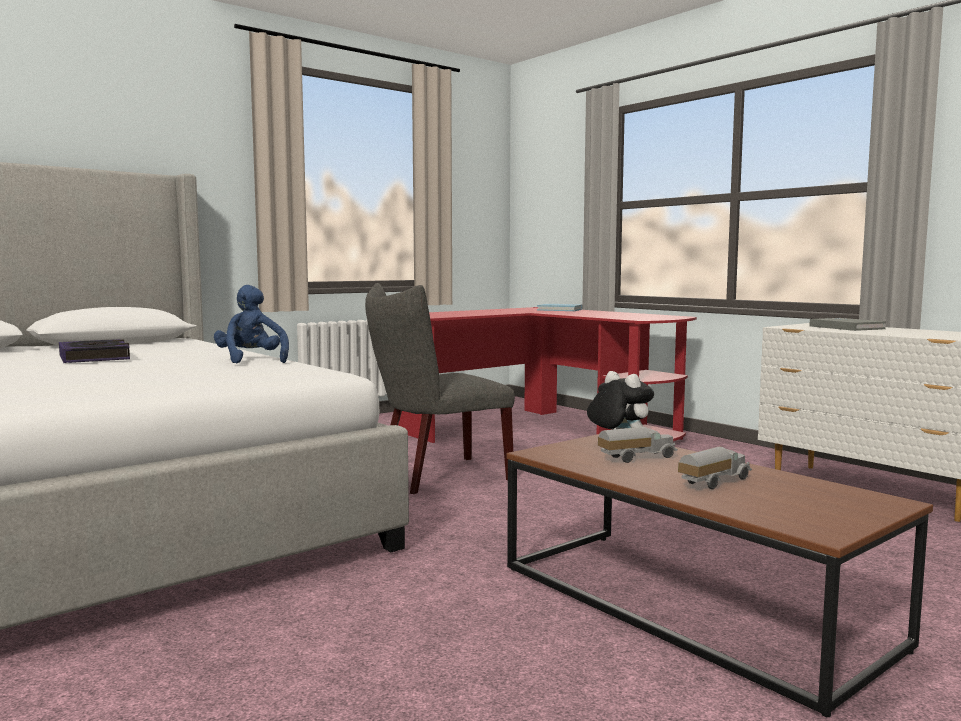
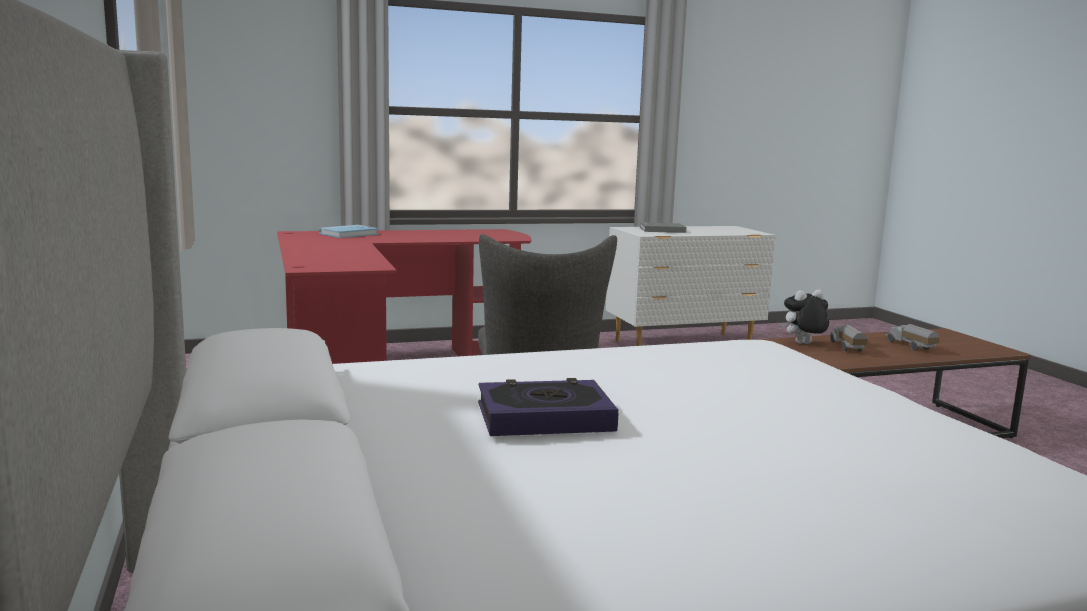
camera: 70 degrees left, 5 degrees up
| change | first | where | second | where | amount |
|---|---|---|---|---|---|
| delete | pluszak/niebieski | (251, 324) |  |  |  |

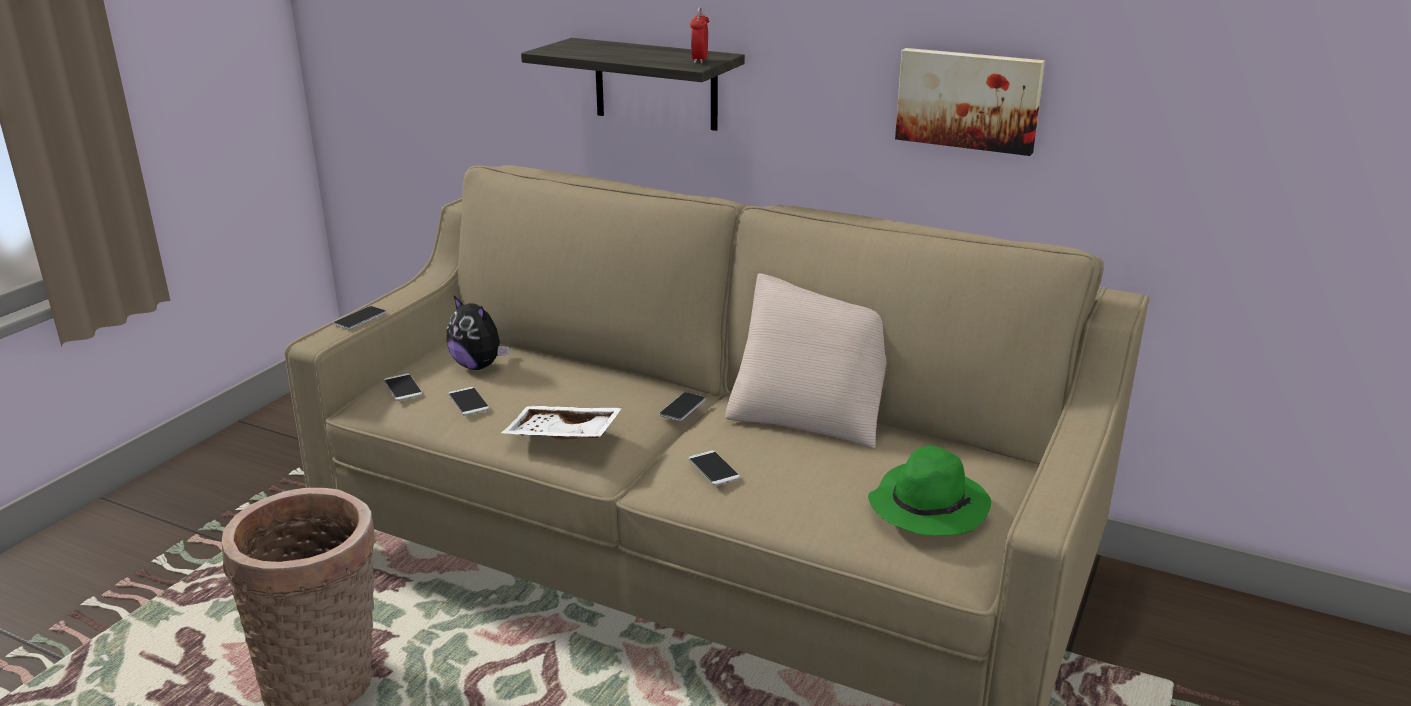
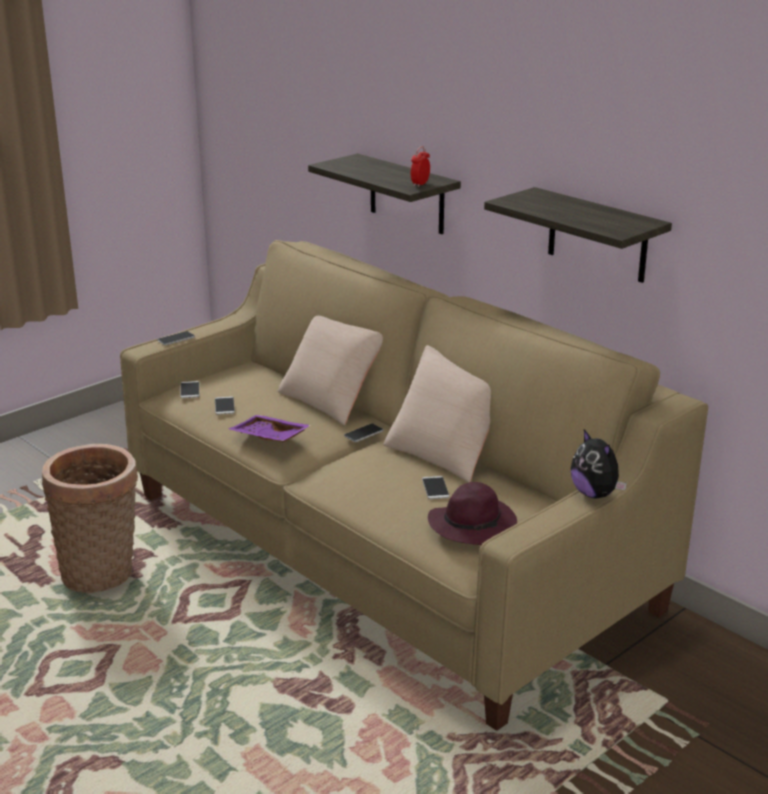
camera: 20 degrees right, 0 degrees up
| change | first | where | second | where | amount |
|---|---|---|---|---|---|
| replace | obraz | (970, 102) | półka | (578, 235) |  |
| move | pluszak | (477, 333) |  | (599, 464) |  |
| recolor | taca/biały | (561, 423) | taca/fioletowy | (270, 428) |  |
| recolor | kapelusz/zielony | (929, 491) | kapelusz/fioletowy | (472, 513) |  |
| move | telefon | (714, 468) |  | (436, 487) |  |
| insert |  |  | poduszka/beżowy | (330, 370) |  |

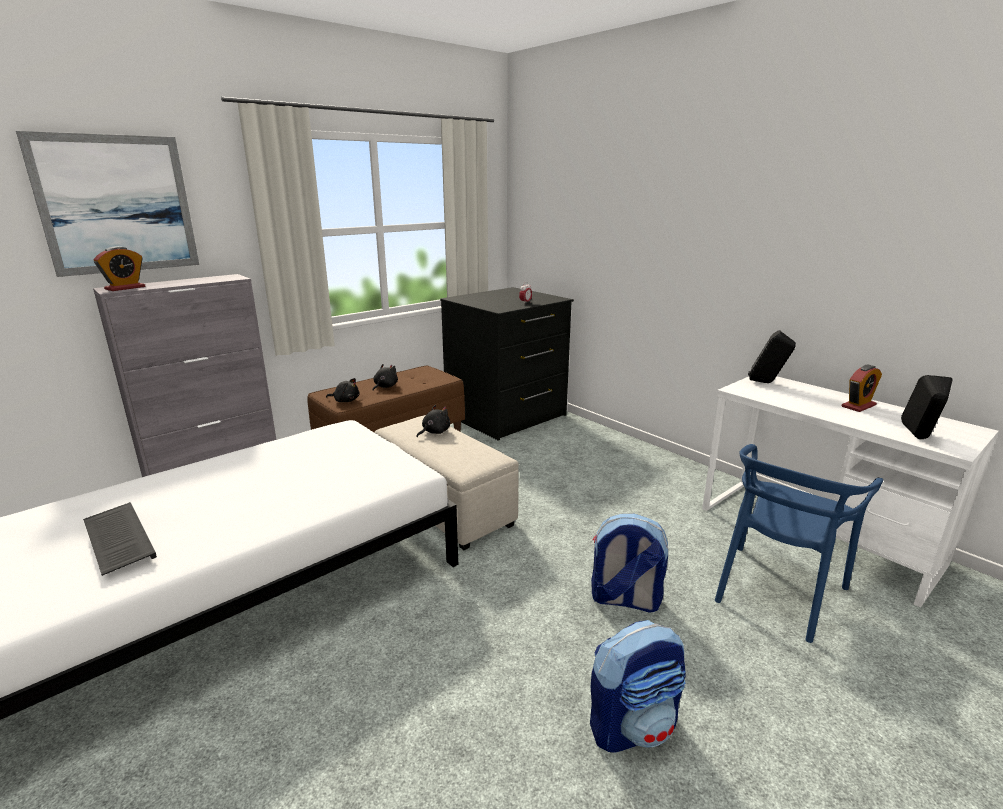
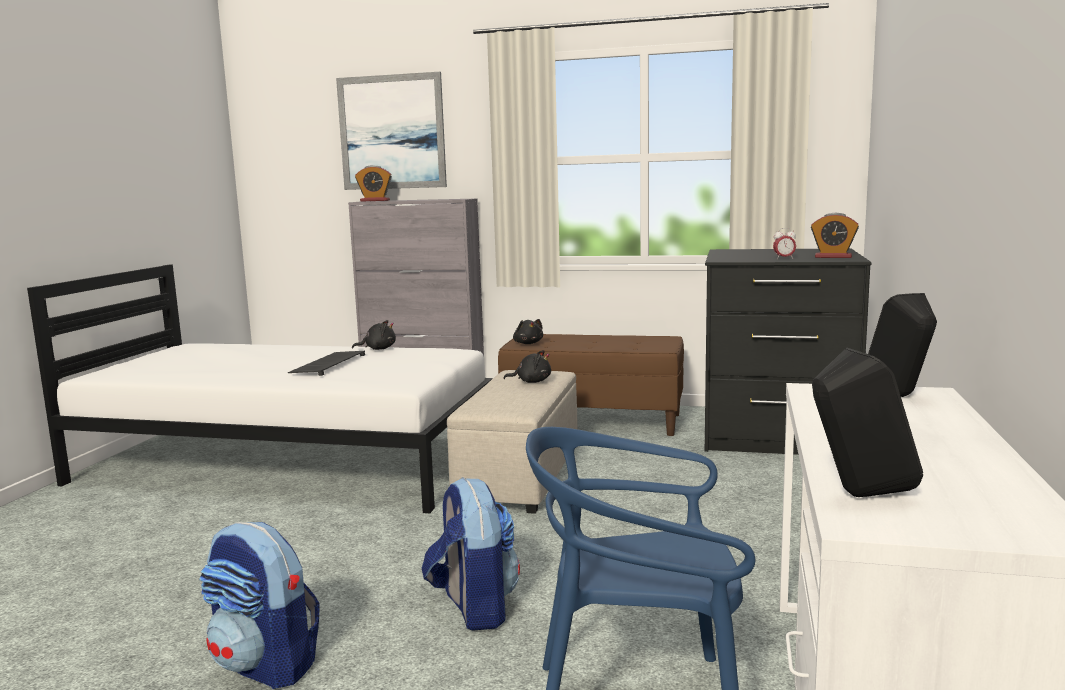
camera: 55 degrees right, 10 degrees down
| change | first | where | second | where | amount |
|---|---|---|---|---|---|
| move | pluszak/czarny | (385, 377) |  | (374, 335) |  |
| move | budzik | (862, 388) |  | (835, 235) |  |
| move | klawiatura | (120, 539) |  | (326, 363) |  |

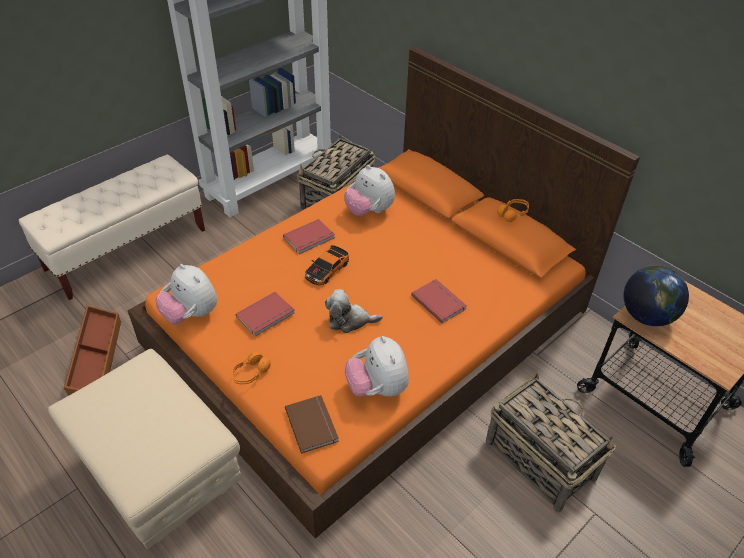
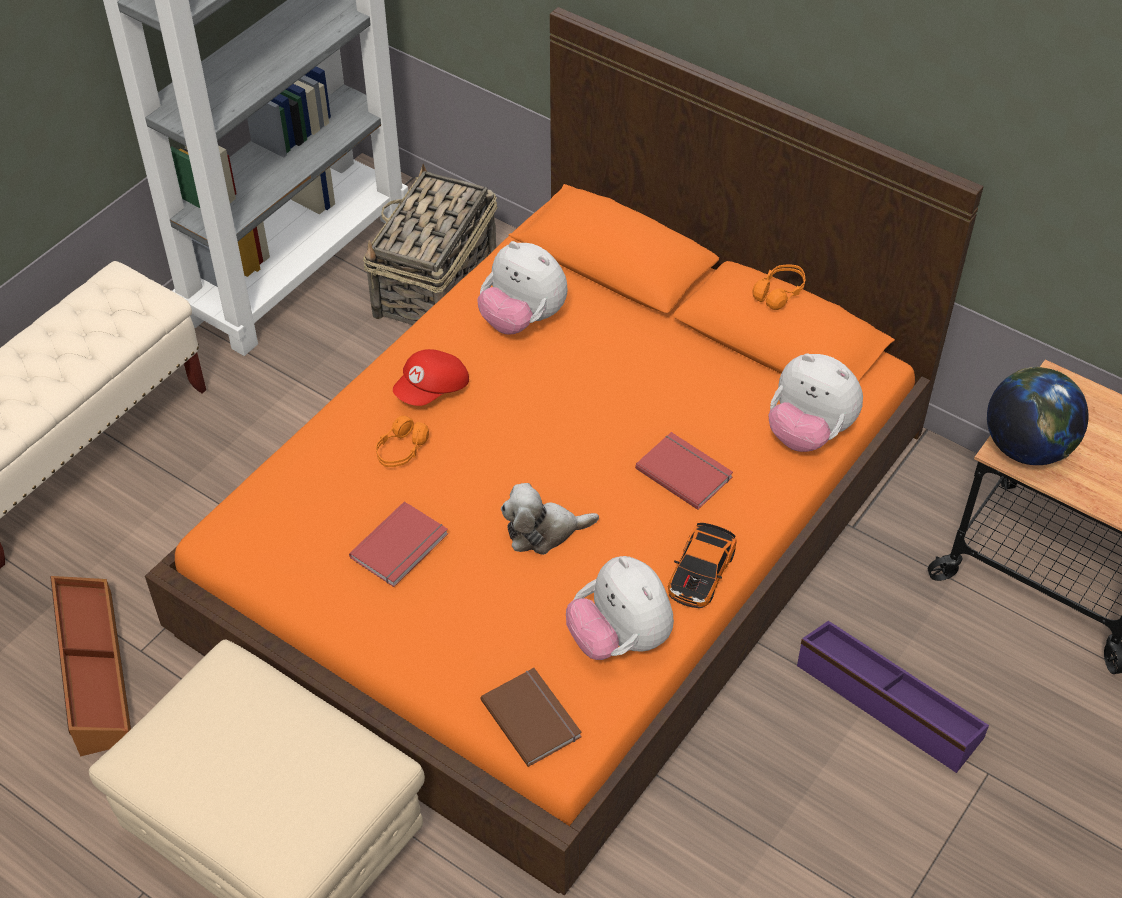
camera: 10 degrees left, 5 degrees up
| change | first | where | second | where | amount |
|---|---|---|---|---|---|
| replace | książka/czerwony | (309, 236) | czapka z daszkiem/czerwony | (431, 377) |  |
| move | samochodzik | (327, 265) |  | (702, 565) |  |
| move | pluszak | (186, 294) |  | (816, 403) |  |
| move | słuchawki/pomarańczowy | (251, 367) |  | (402, 441) |  |
| replace | koszyk | (551, 442) | pojemnik do przechowywania/fioletowy | (893, 697) |  |

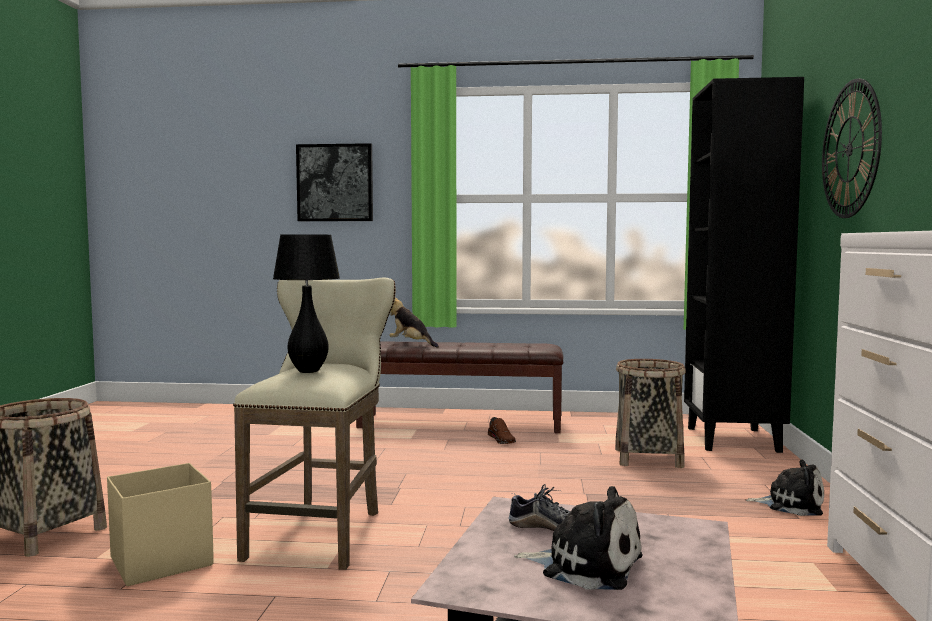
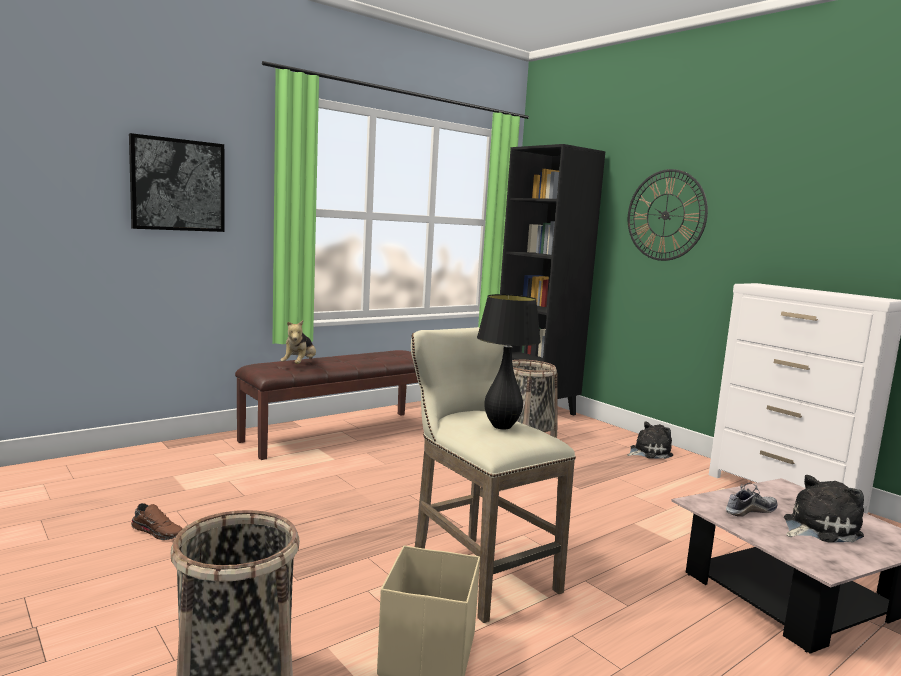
camera: 45 degrees left, 5 degrees up
| change | first | where | second | where | amount |
|---|---|---|---|---|---|
| rotate | pluszak | (414, 322) |  | (298, 342) | 75 degrees counterclockwise |
| move | but/brązowy | (502, 430) |  | (157, 521) |  |

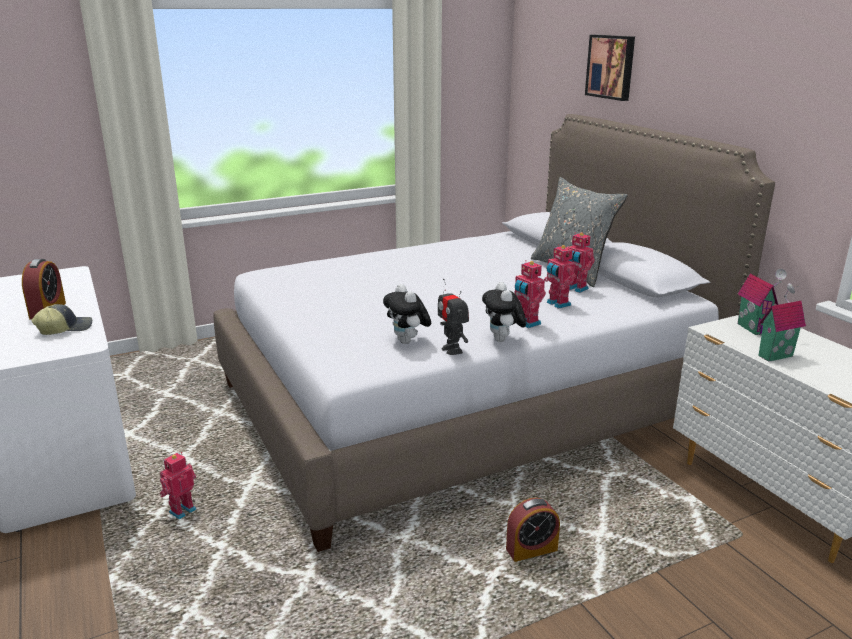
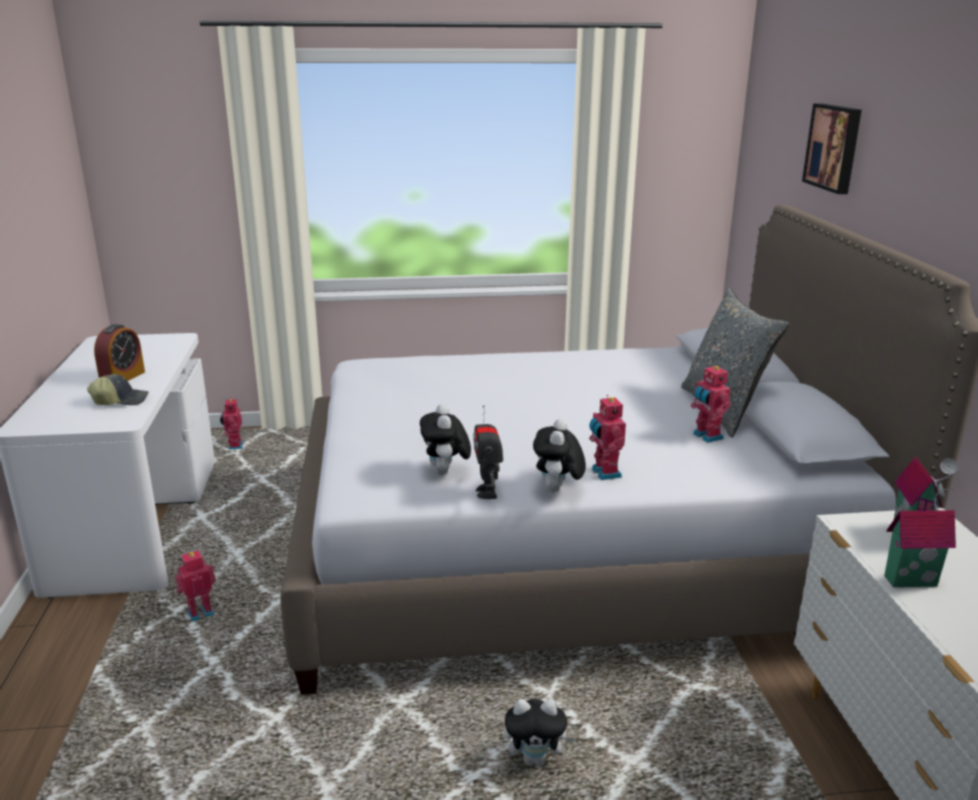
camera: 20 degrees right, 0 degrees up
| change | first | where | second | where | amount |
|---|---|---|---|---|---|
| move | robot zabawkowy | (560, 276) |  | (232, 423) |  |
| replace | budzik | (533, 530) | pluszak | (539, 732) |  |

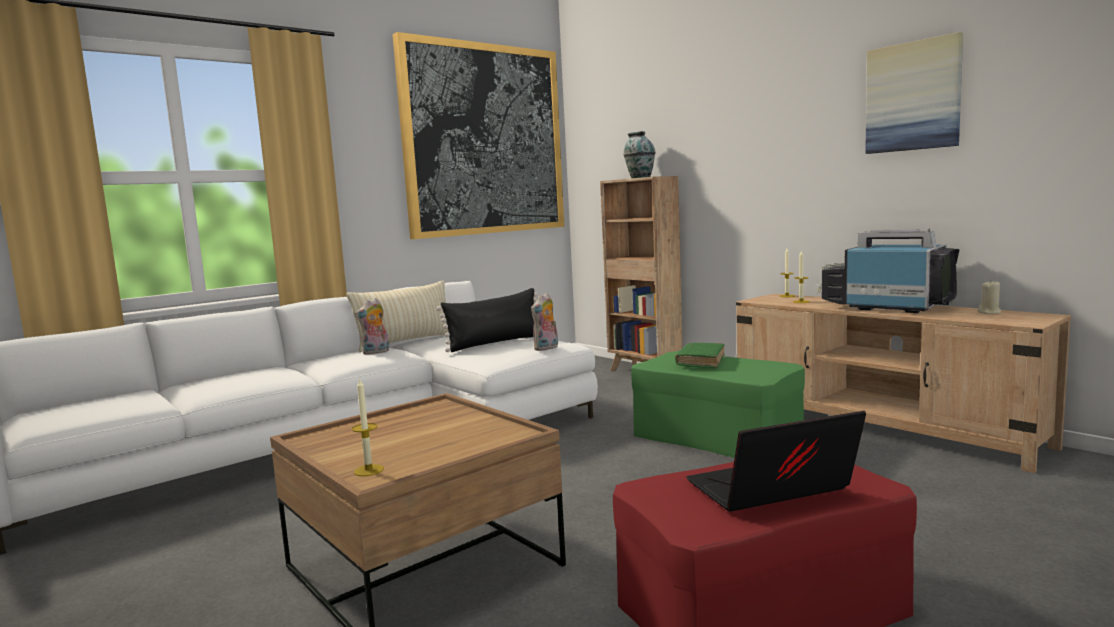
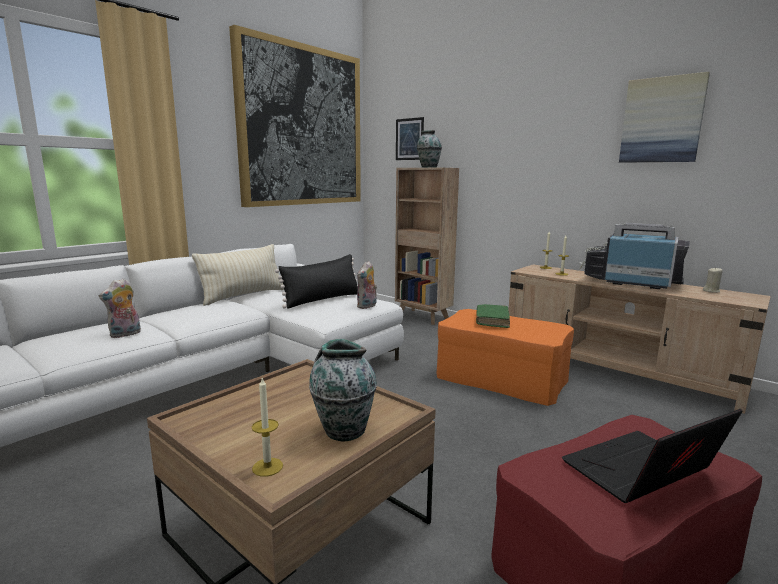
camera: 10 degrees left, 5 degrees up
| change | first | where | second | where | amount |
|---|---|---|---|---|---|
| move | pluszak | (372, 326) |  | (120, 308) |  |
| recolor | pufa/zielony | (718, 404) | pufa/pomarańczowy | (505, 357) |  |
| insert |  |  | obraz | (410, 138) |  |
| insert |  |  | wazon | (343, 390) |  |

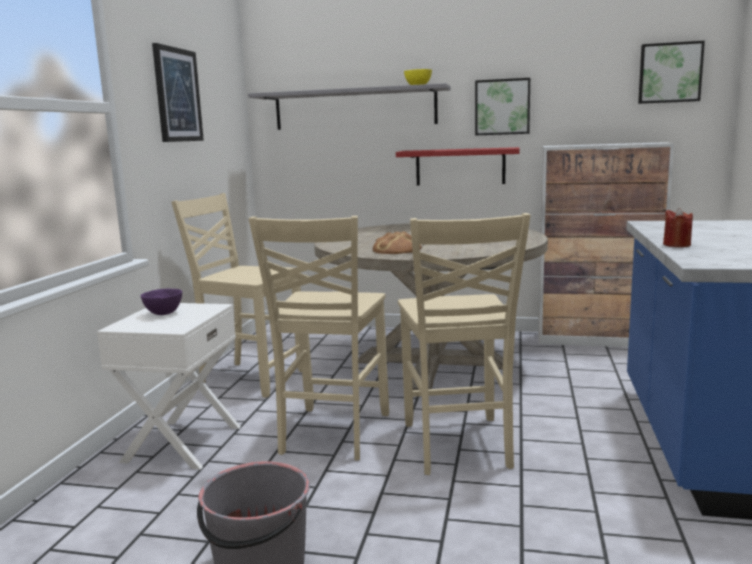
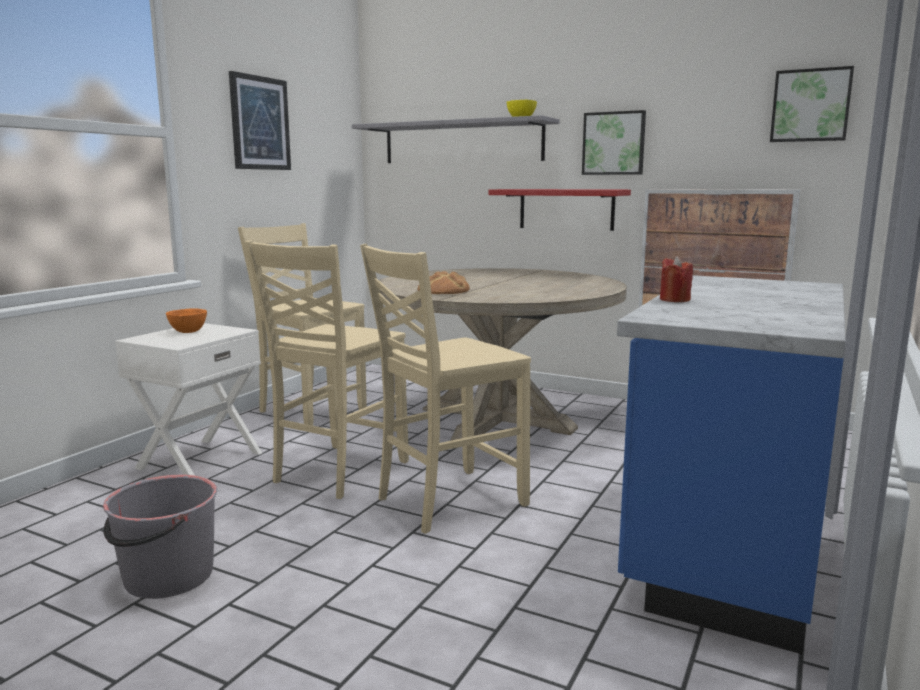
camera: 15 degrees right, 0 degrees up
| change | first | where | second | where | amount |
|---|---|---|---|---|---|
| rotate | krzesło/beżowy | (464, 344) |  | (445, 389) | 45 degrees clockwise |
| recolor | miska/fioletowy | (161, 302) | miska/pomarańczowy | (186, 321) |  |

